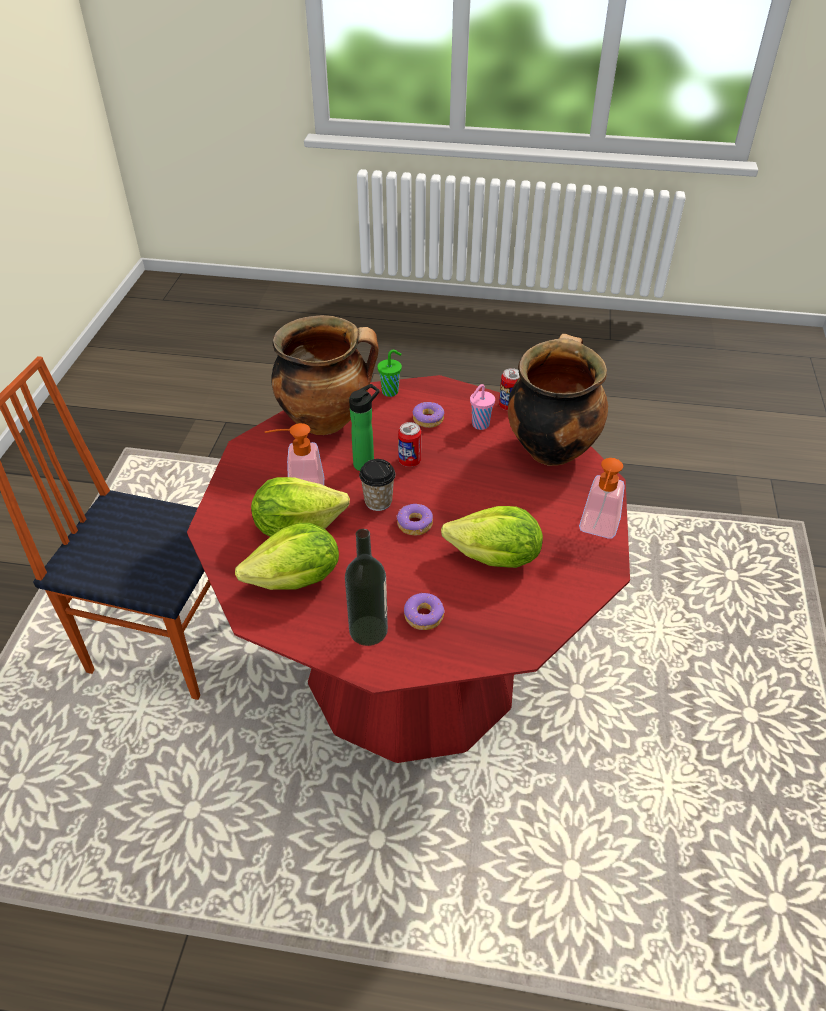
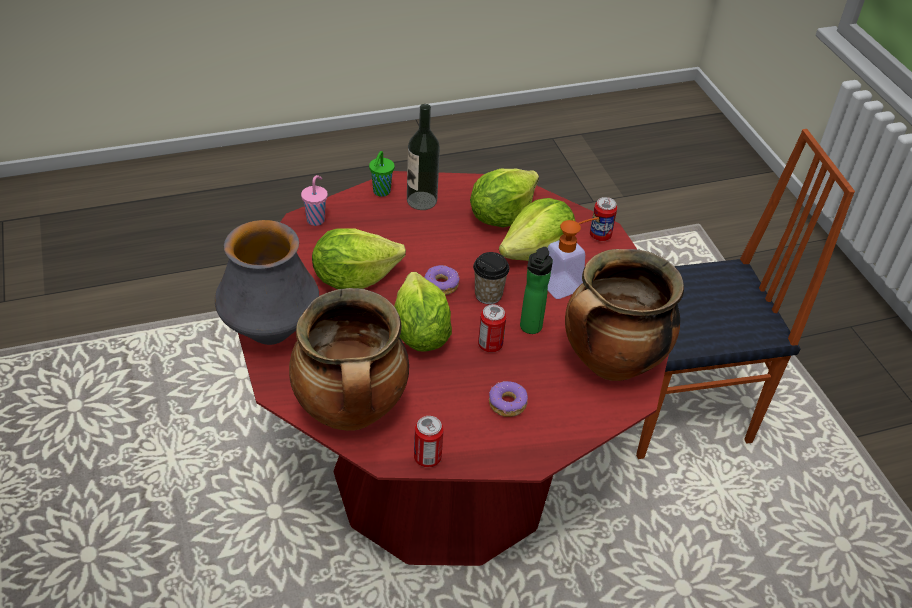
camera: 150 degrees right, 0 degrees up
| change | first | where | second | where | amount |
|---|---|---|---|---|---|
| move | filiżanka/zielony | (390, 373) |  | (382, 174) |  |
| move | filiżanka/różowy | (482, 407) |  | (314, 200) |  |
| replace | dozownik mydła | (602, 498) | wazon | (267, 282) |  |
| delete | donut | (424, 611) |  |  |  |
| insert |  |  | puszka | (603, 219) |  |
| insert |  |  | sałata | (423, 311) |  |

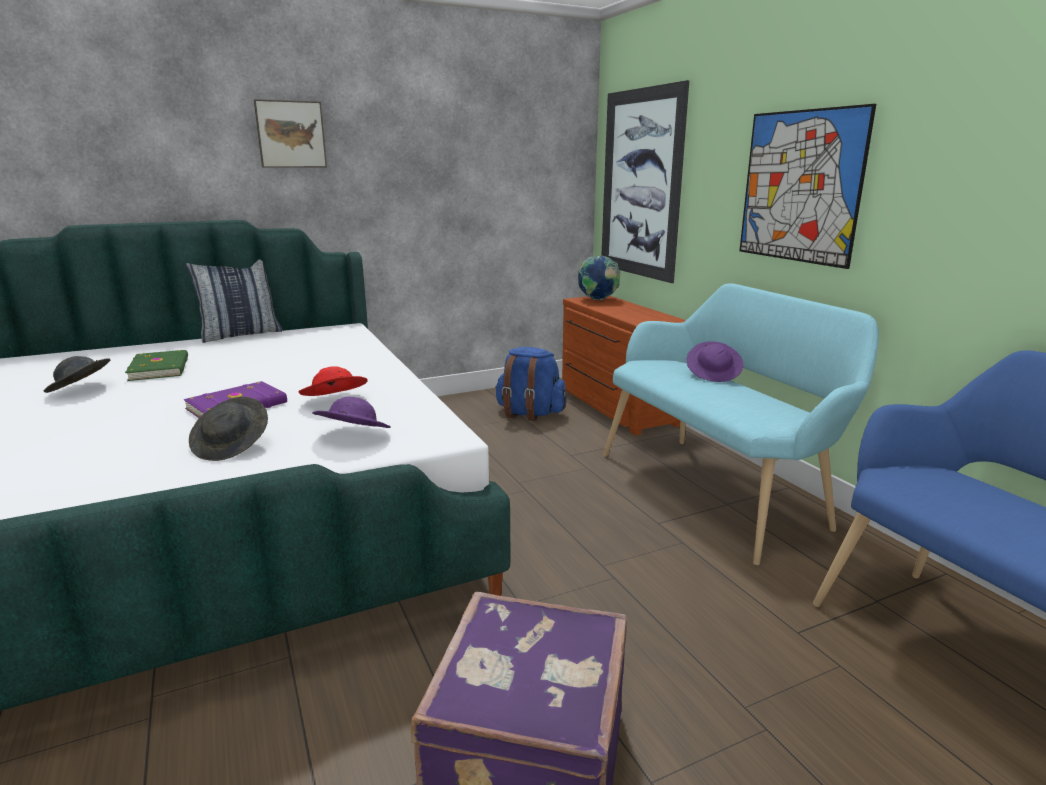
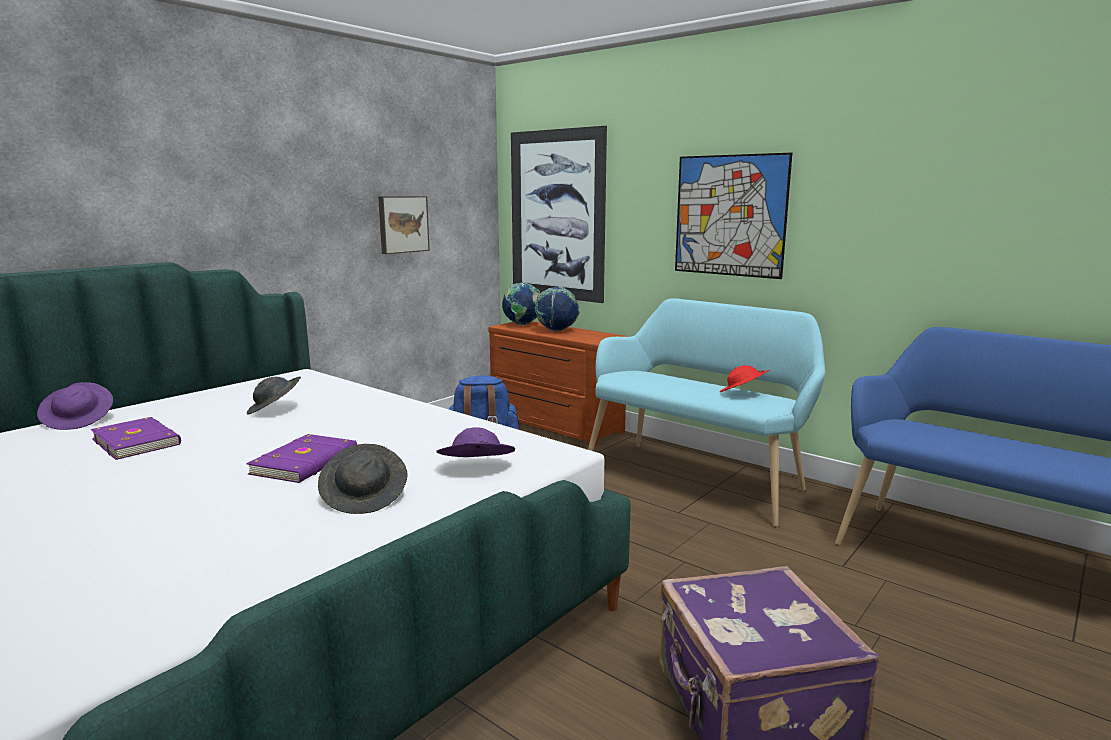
camera: 25 degrees left, 5 degrees down
| change | first | where | second | where | amount |
|---|---|---|---|---|---|
| move | obraz | (290, 133) |  | (404, 225) |  |
| delete | poduszka | (233, 301) |  |  |  |
| move | kapelusz/fioletowy | (715, 361) |  | (75, 406) |  |
| recolor | książka/zielony | (156, 365) | książka/fioletowy | (135, 438) |  |
| move | kapelusz/szary | (77, 374) |  | (274, 396) |  |
| move | kapelusz/czerwony | (333, 381) |  | (745, 378) |  |
| insert |  |  | globus | (557, 309) |  |

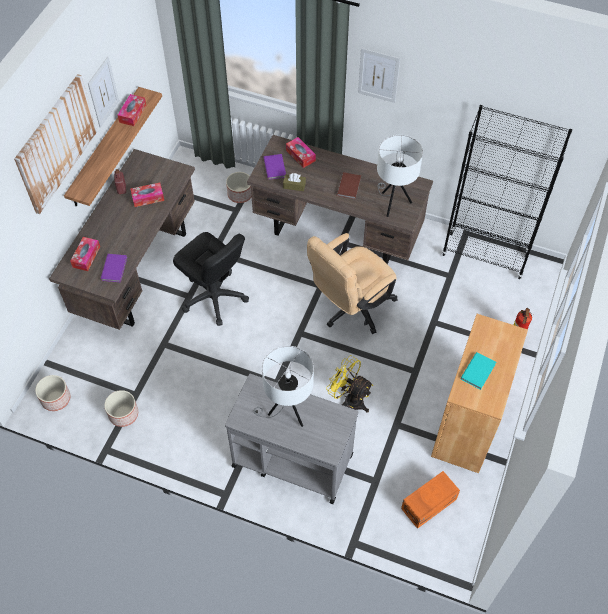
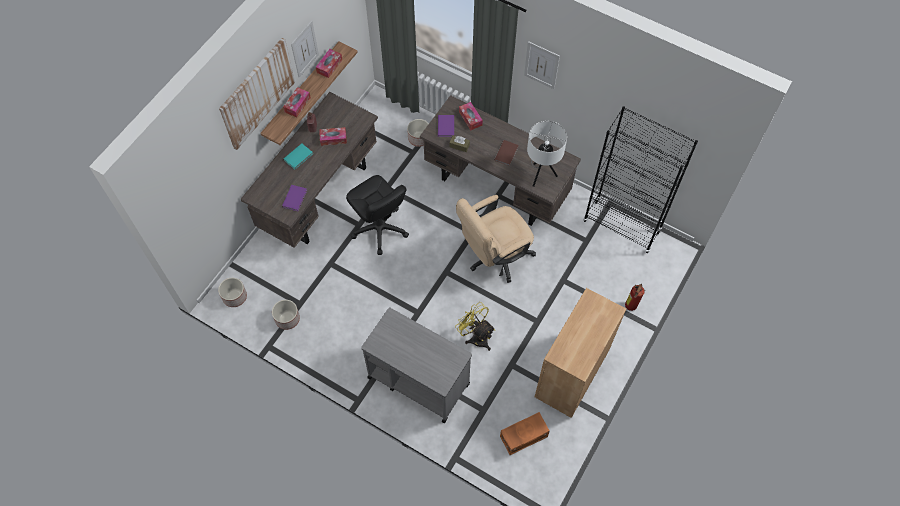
camera: 10 degrees right, 5 degrees up
| change | first | where | second | where | amount |
|---|---|---|---|---|---|
| move | pudełko chusteczek | (85, 254) |  | (297, 102) |  |
| delete | lampa stołowa/biały | (284, 386) |  |  |  |
| move | książka/turkusowy | (478, 371) |  | (298, 156) |  |

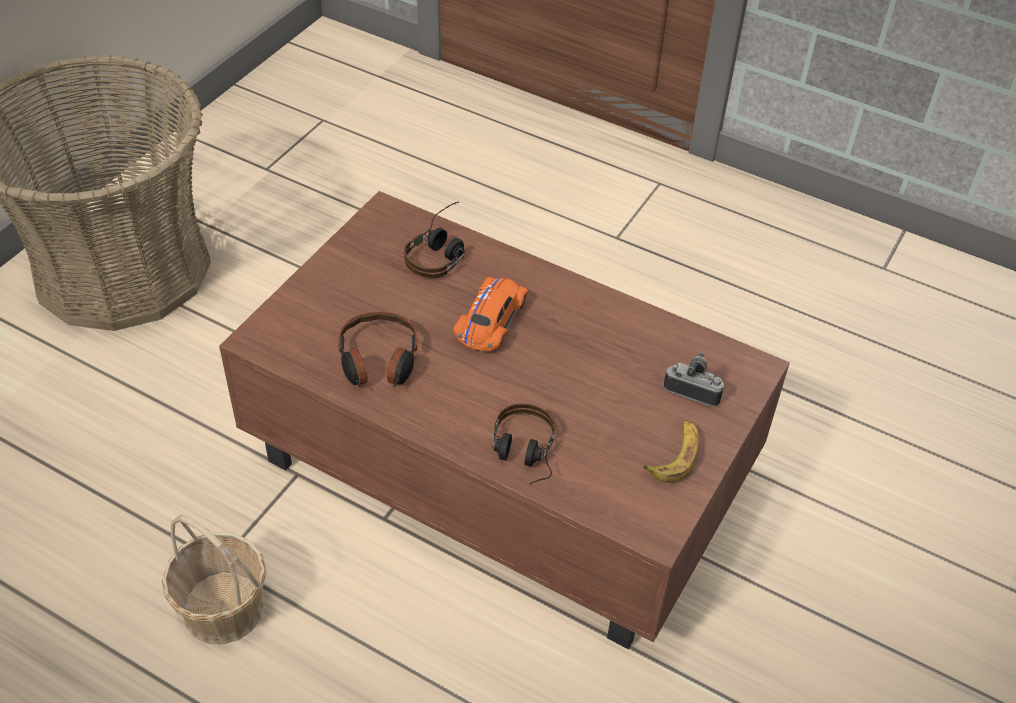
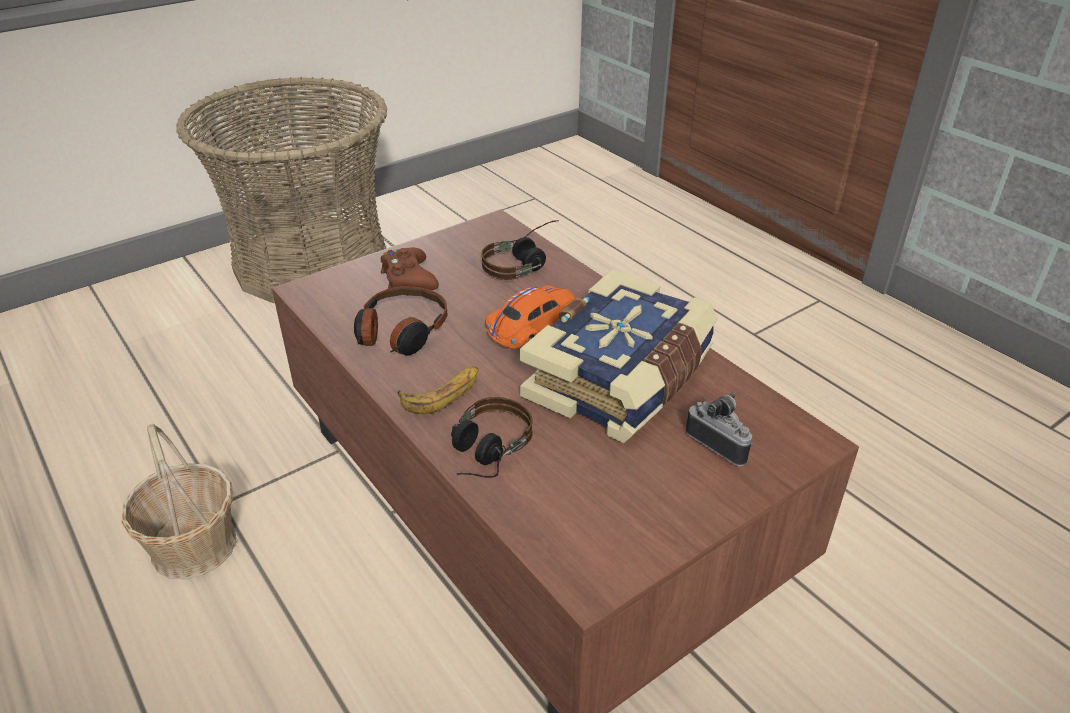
camera: 25 degrees right, 10 degrees down
| change | first | where | second | where | amount |
|---|---|---|---|---|---|
| move | banan | (671, 452) |  | (437, 390) |  |
| insert |  |  | pad do gier/brązowy | (410, 268) |  |
| insert |  |  | książka | (618, 356) |  |

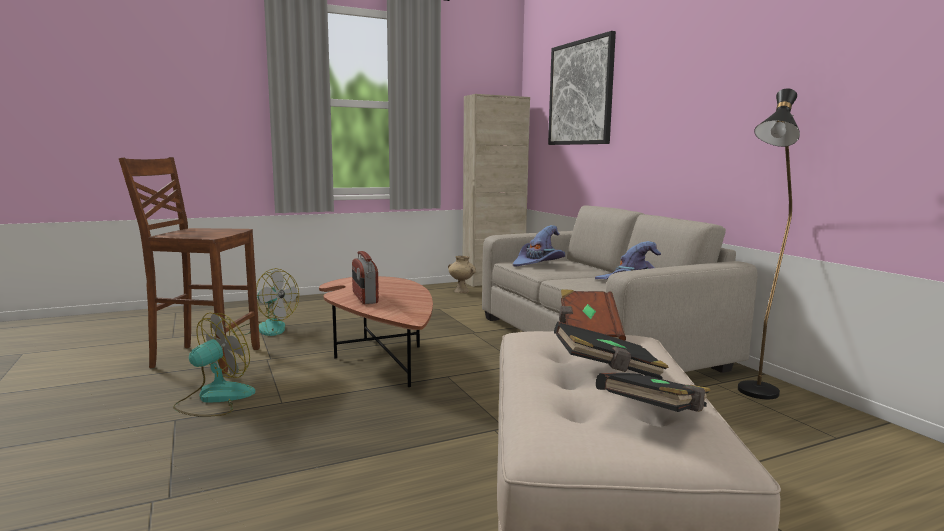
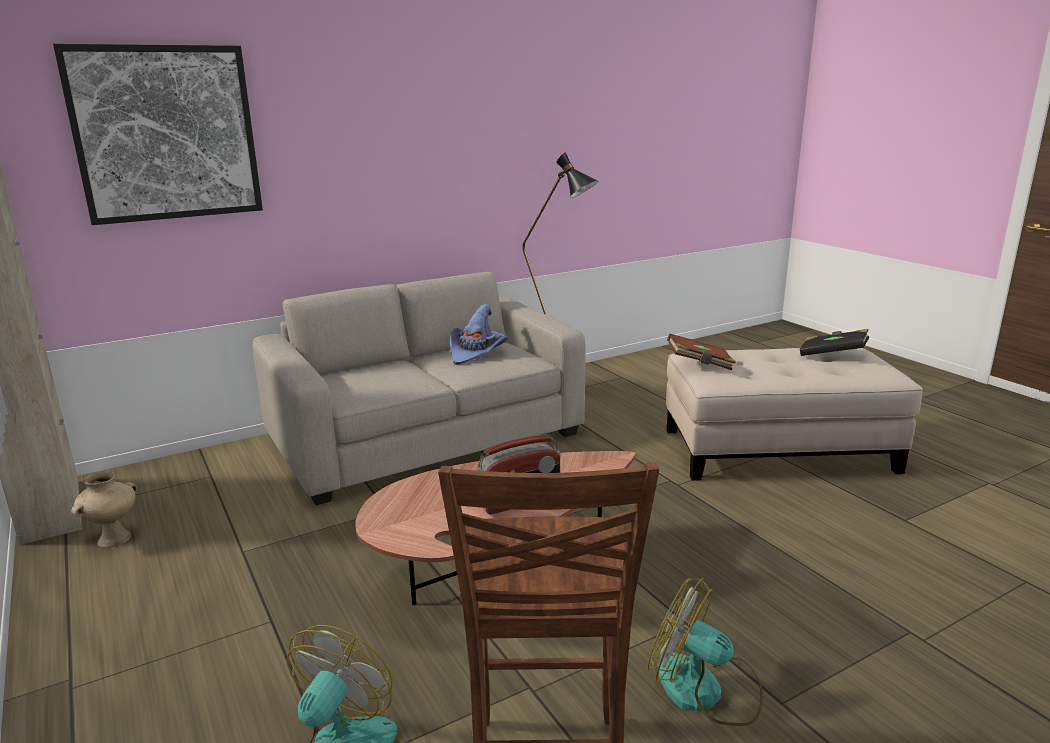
camera: 95 degrees left, 10 degrees up
| change | first | where | second | where | amount |
|---|---|---|---|---|---|
| delete | kapelusz/fioletowy | (539, 246) |  |  |  |
| delete | książka/czarny | (611, 350) |  |  |  |

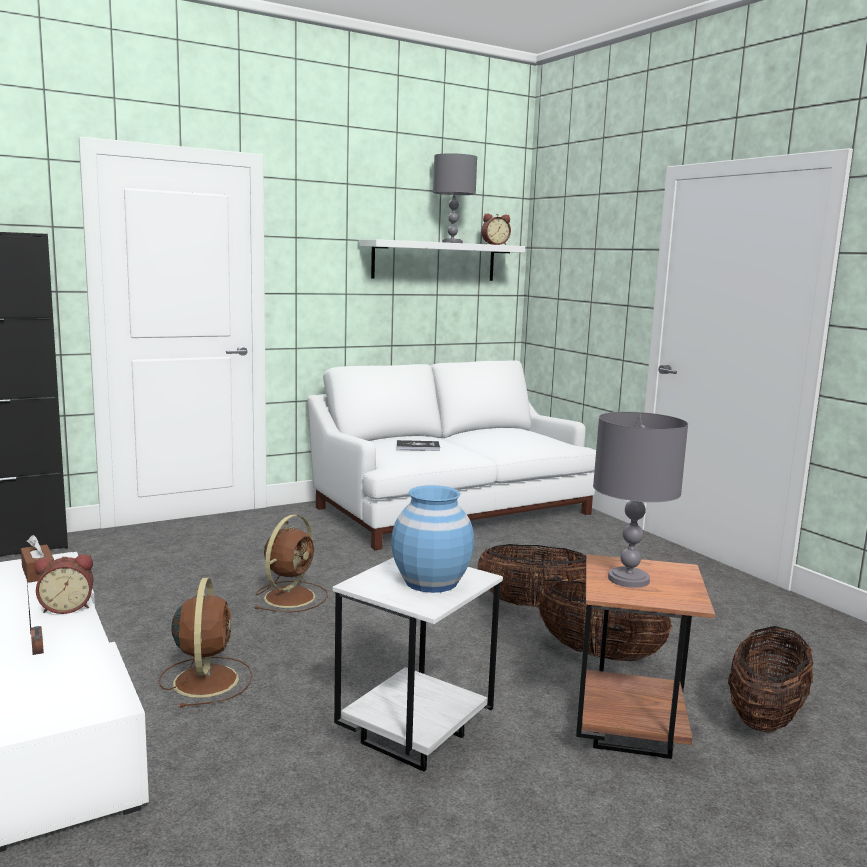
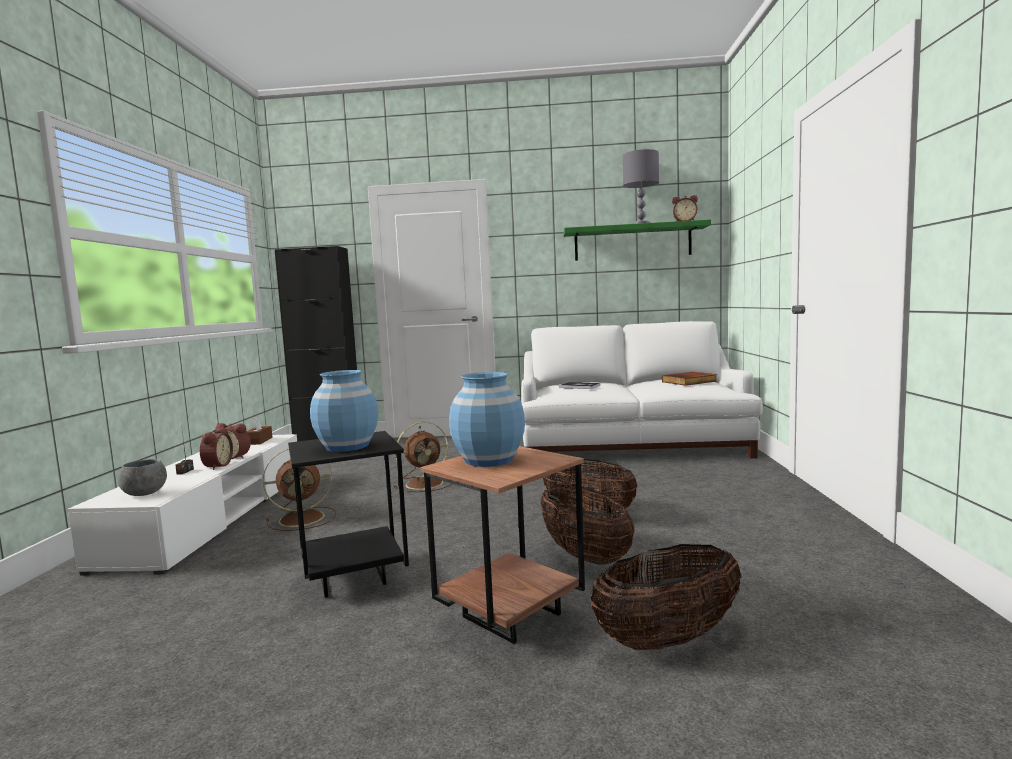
camera: 35 degrees right, 5 degrees down
| change | first | where | second | where | amount |
|---|---|---|---|---|---|
| recolor | półka/biały | (442, 260) | półka/zielony | (637, 240) |  |
| replace | lampa stołowa/szary | (640, 500) | wazon/niebieski | (487, 419) |  |
| recolor | stolik/biały | (418, 664) | stolik/czarny | (348, 514) |  |
| rotate | wentylator/brązowy | (205, 643) |  | (299, 489) | 45 degrees clockwise |
| insert |  |  | książka | (689, 379) |  |
| insert |  |  | budzik | (216, 448) |  |
| insert |  |  | miska/szary | (142, 477) |  |

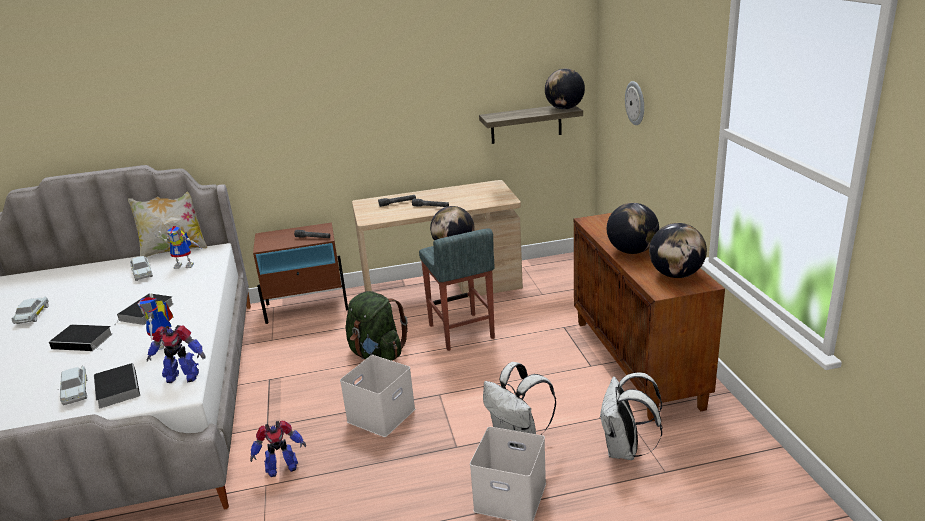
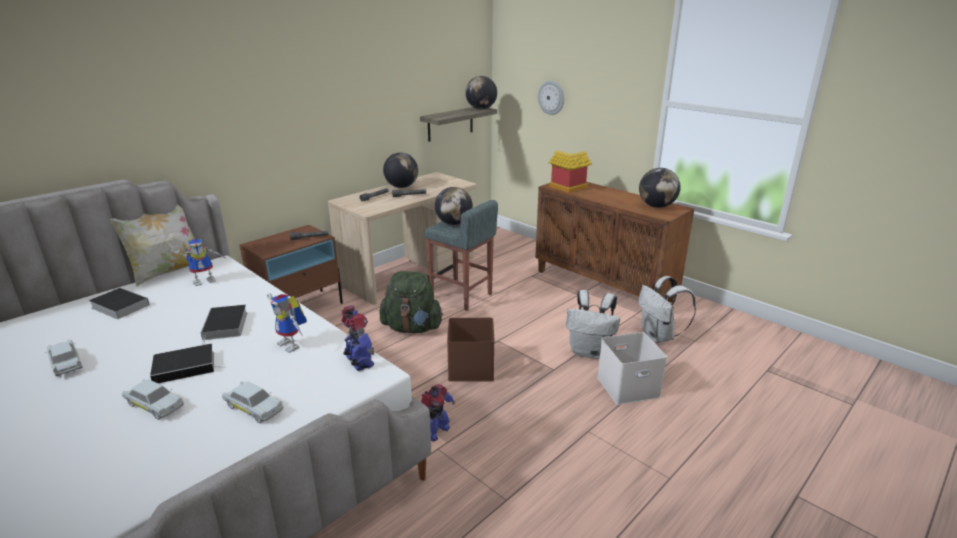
camera: 35 degrees left, 0 degrees up
| change | first | where | second | where | amount |
|---|---|---|---|---|---|
| move | globus | (633, 228) |  | (400, 170) |  |
| move | samochodzik/biały | (141, 268) |  | (153, 399) |  |
| rotate | robot zabawkowy | (176, 354) |  | (358, 338) | 90 degrees counterclockwise |
| recolor | pojemnik do przechowywania/biały | (377, 396) | pojemnik do przechowywania/brązowy | (471, 350) |  |
| move | książka | (117, 386) |  | (119, 303) |  |
| insert |  |  | domek | (570, 171) |  |

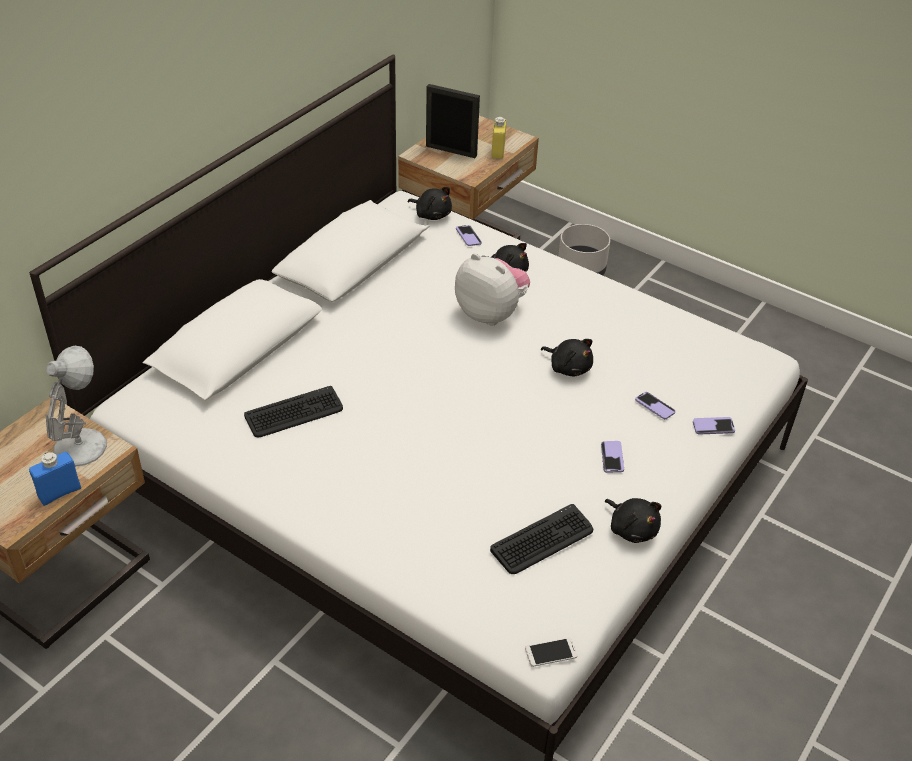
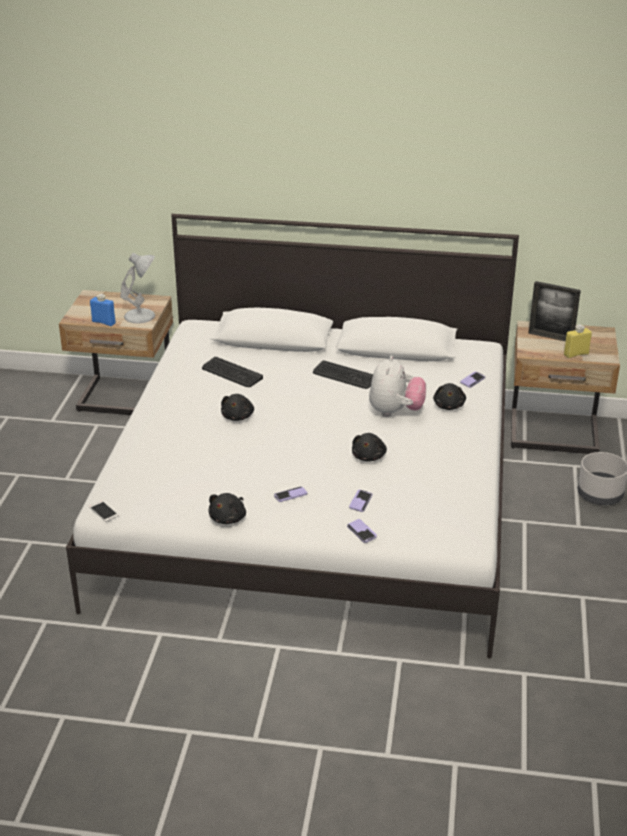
camera: 65 degrees right, 10 degrees down
| change | first | where | second | where | amount |
|---|---|---|---|---|---|
| rotate | ramka na zdjęcie | (453, 121) |  | (555, 311) | 120 degrees clockwise |
| move | pluszak/czarny | (430, 203) |  | (237, 407) |  |
| move | klawiatura | (541, 539) |  | (343, 374) |  |

